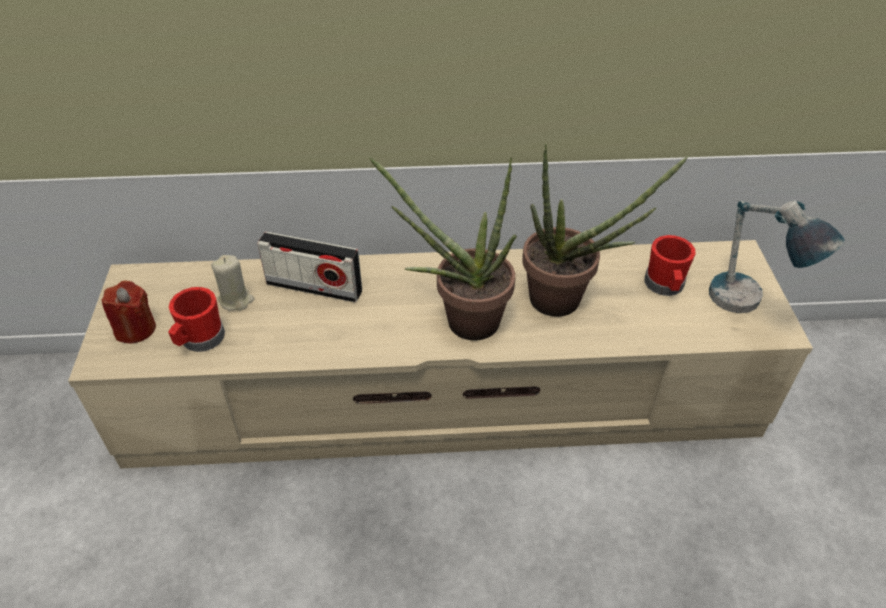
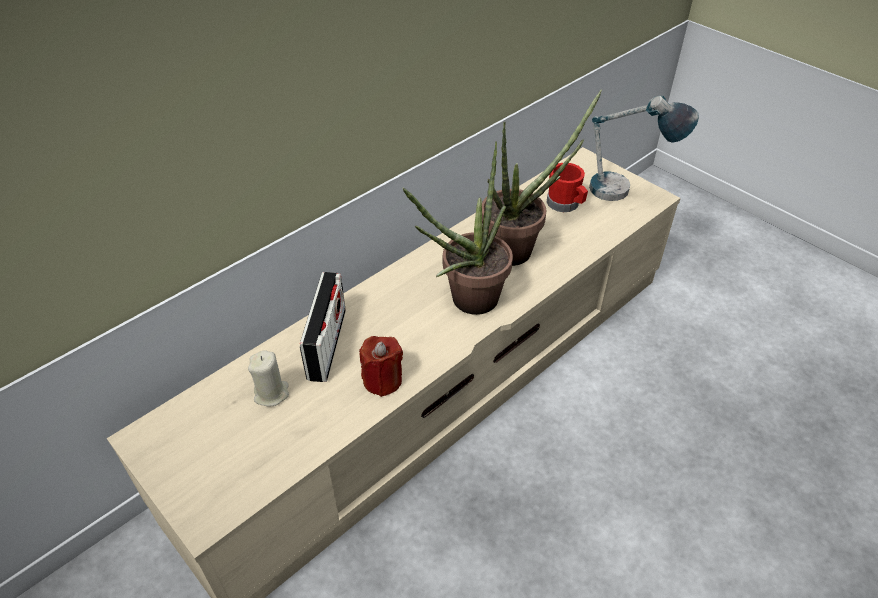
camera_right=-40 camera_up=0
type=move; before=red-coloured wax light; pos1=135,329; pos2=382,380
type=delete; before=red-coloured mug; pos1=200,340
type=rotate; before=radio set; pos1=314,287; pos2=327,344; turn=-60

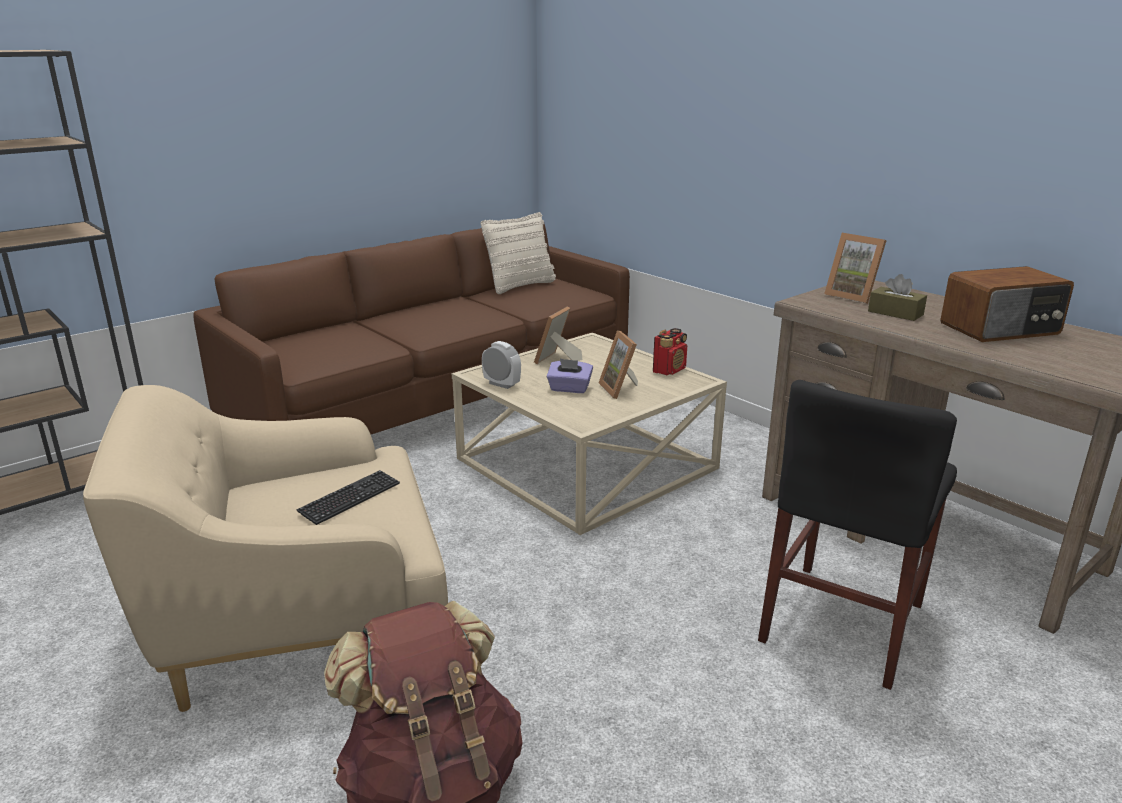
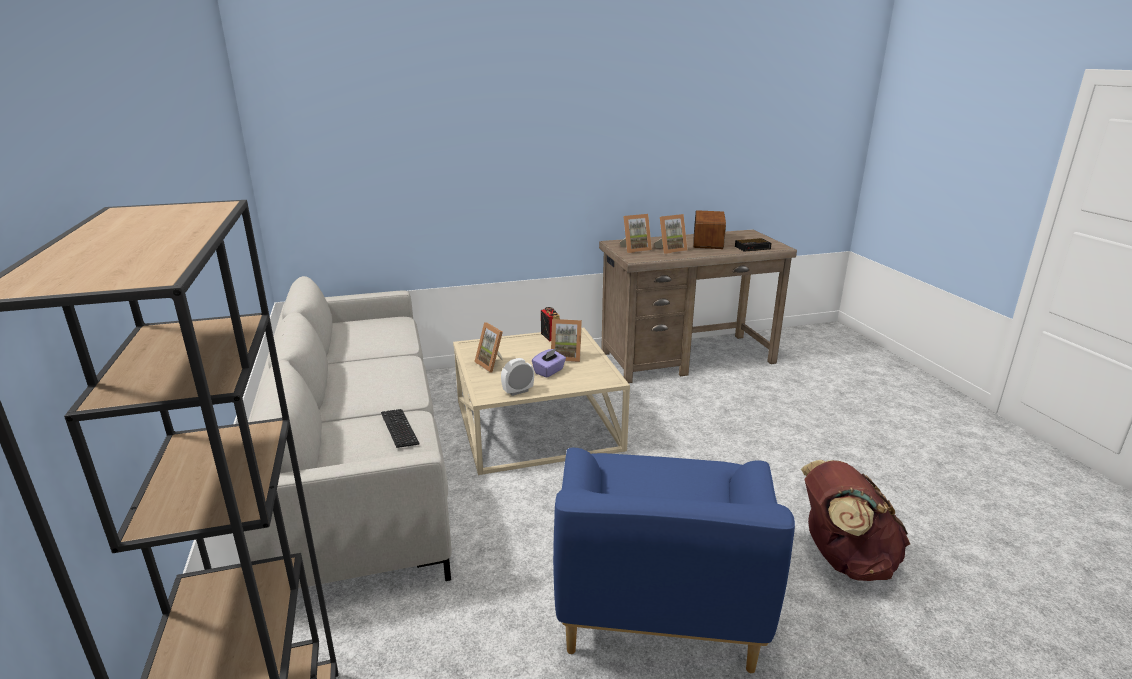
camera_right=-65 camera_up=0
type=recolor; before=beige-coloured armchair; after=blue-coloured armchair; pos1=301,615; pos2=659,592
type=recolor; before=brown sofa; after=gray sofa; pos1=437,402; pos2=361,462
type=move; before=keyboard; pos1=350,499; pos2=399,429
type=delete; before=beige-coloured pillow; pos1=520,286
type=delete; before=black upright chair; pos1=843,622
type=replace; before=brown tissue holder; after=picture frame; pos1=895,313; pos2=670,250
type=insert; after=alarm clock; pos2=753,247

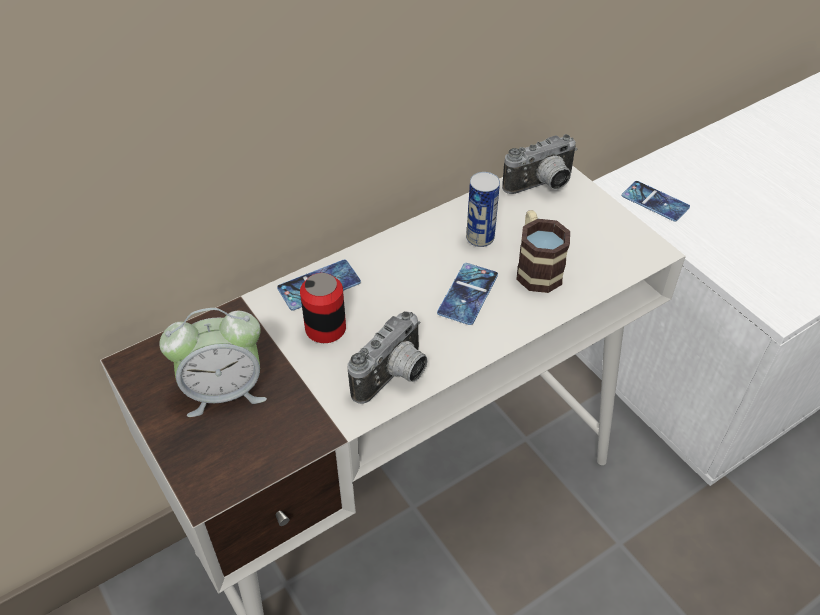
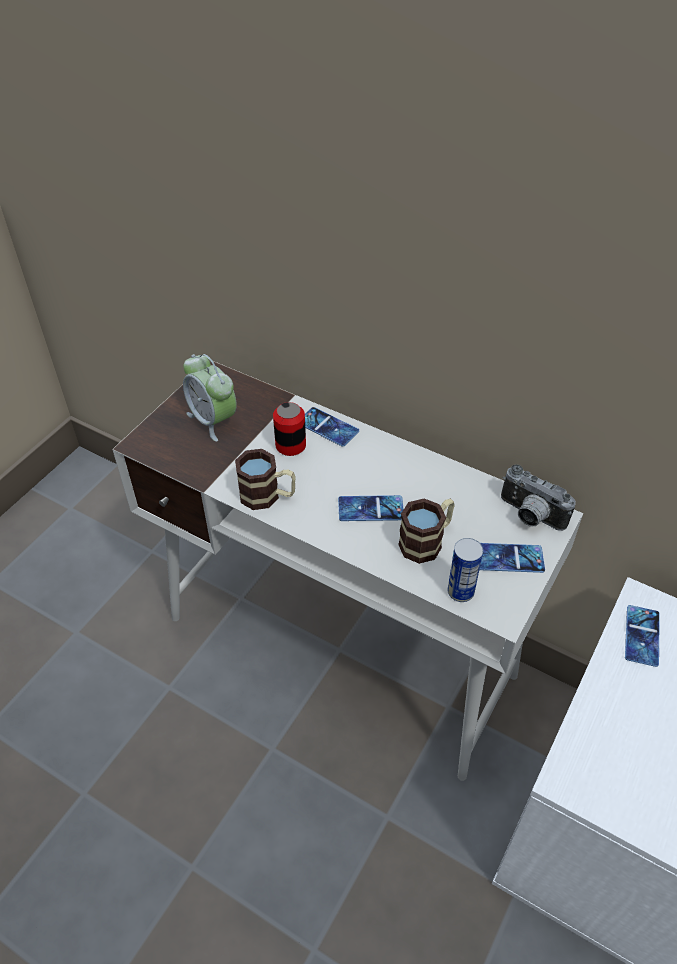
camera_right=65 camera_up=0
type=replace; before=photo camera; after=mug; pos1=394,377; pos2=267,496
type=move; before=sealed can; pos1=480,238; pos2=460,592
type=insert; after=phone; pos2=508,558

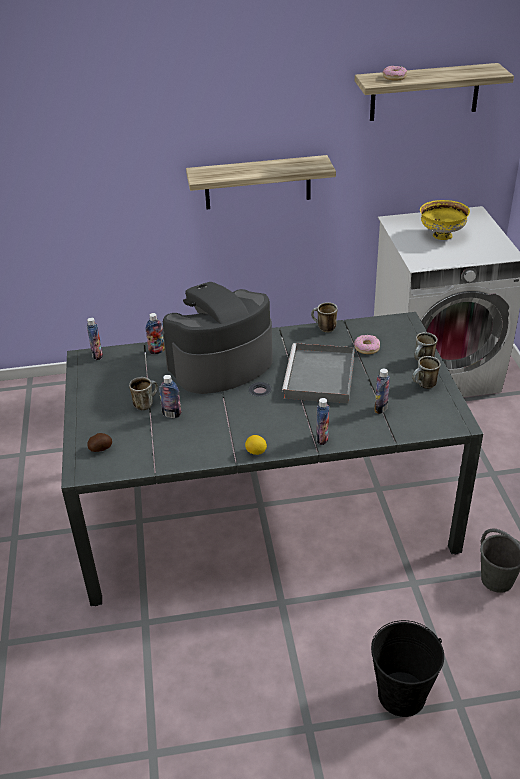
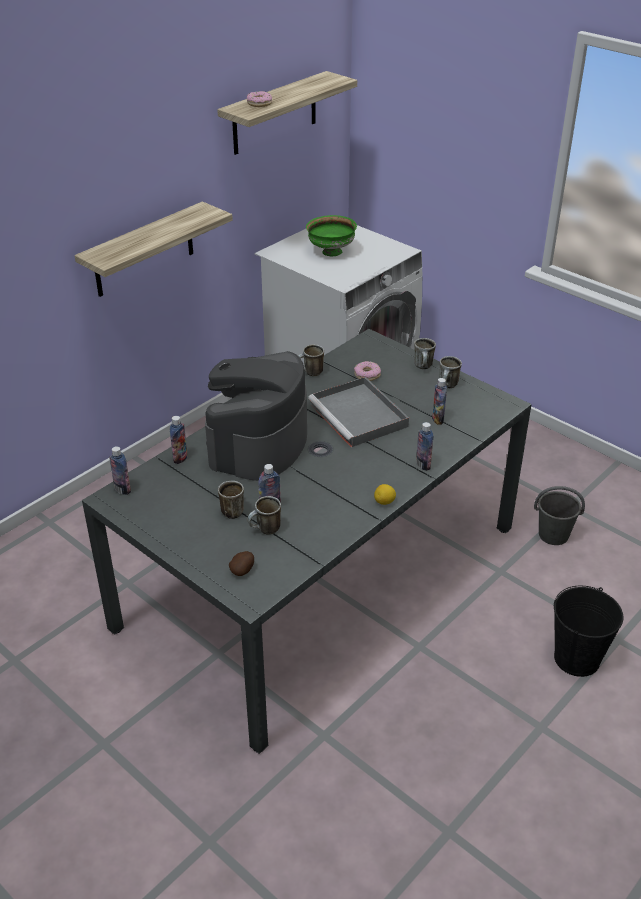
camera_right=-40 camera_up=0
type=recolor; before=yellowish deep dish; after=green-coloured deep dish; pos1=441,235; pos2=331,252
type=insert; after=mug; pos2=265,530

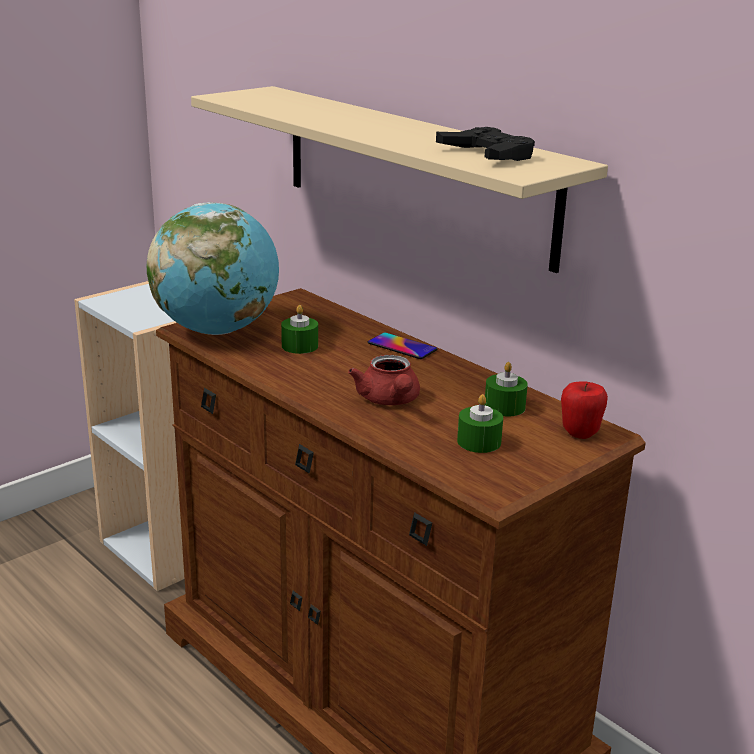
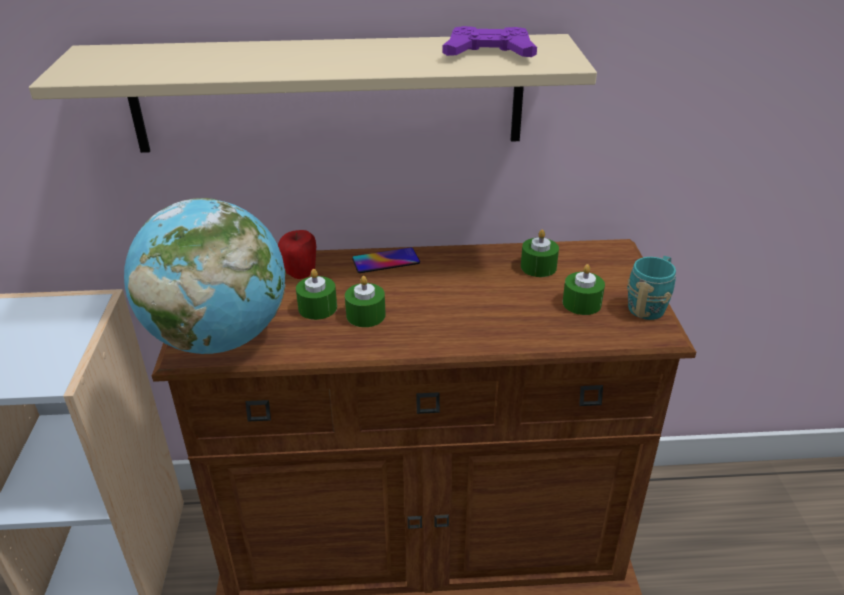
camera_right=-50 camera_up=10
type=delete; before=red-coloured pot for tea; pos1=389,401
type=recolor; before=black game controller; after=purplish game controller; pos1=487,154; pos2=489,53
type=move; before=whole apple; pos1=580,433; pos2=300,274
type=insert; after=green-coloured wax light; pos2=365,315
type=insert; after=blue-green mug; pos2=649,305

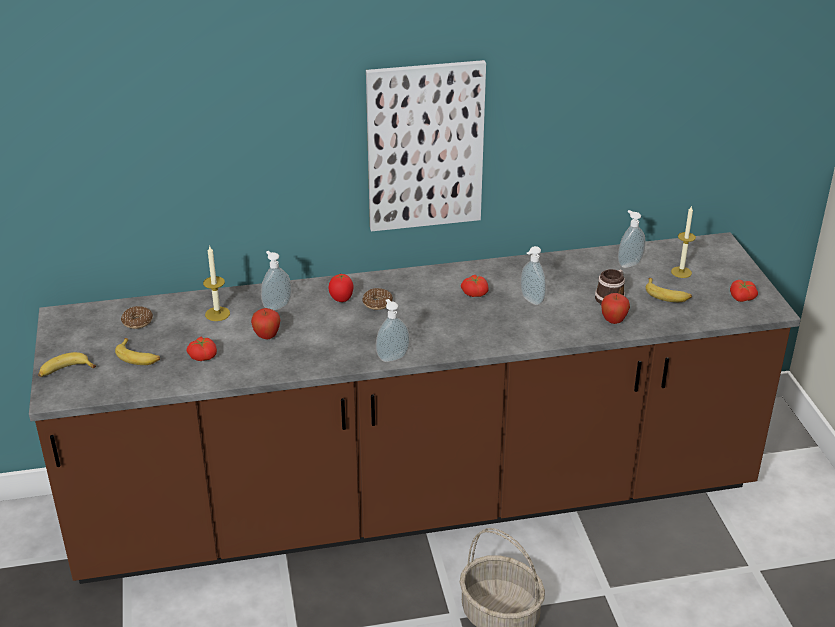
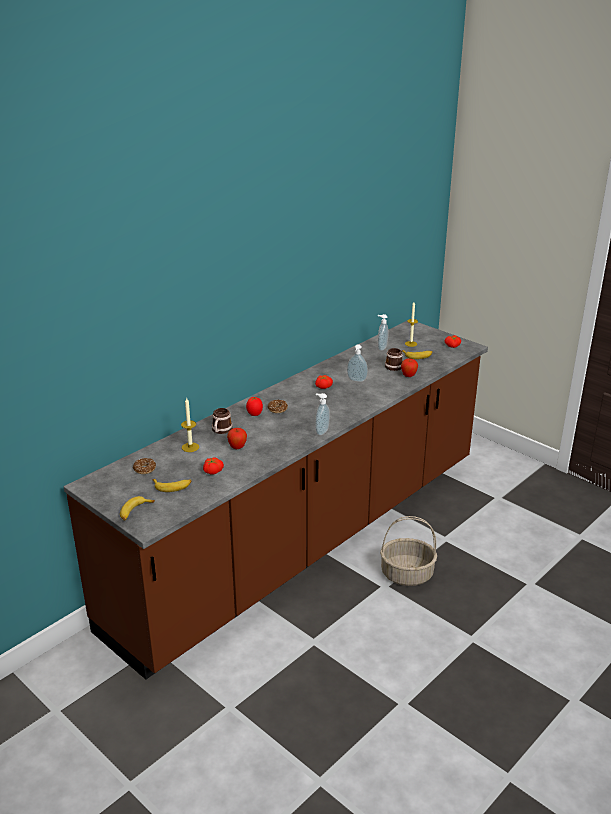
camera_right=-35 camera_up=-5
type=replace; before=soap dispenser; after=mug; pos1=276,306; pos2=221,431
type=delete; before=wall picture; pos1=425,146

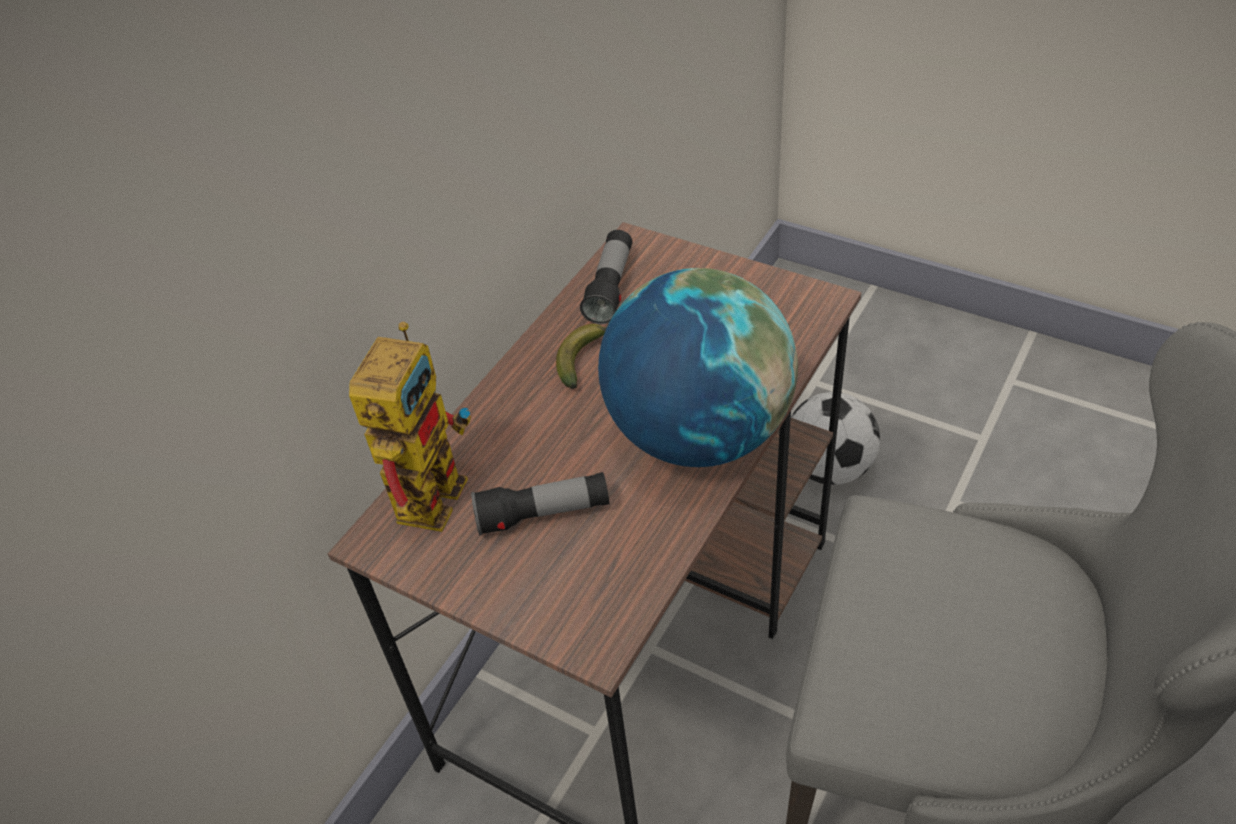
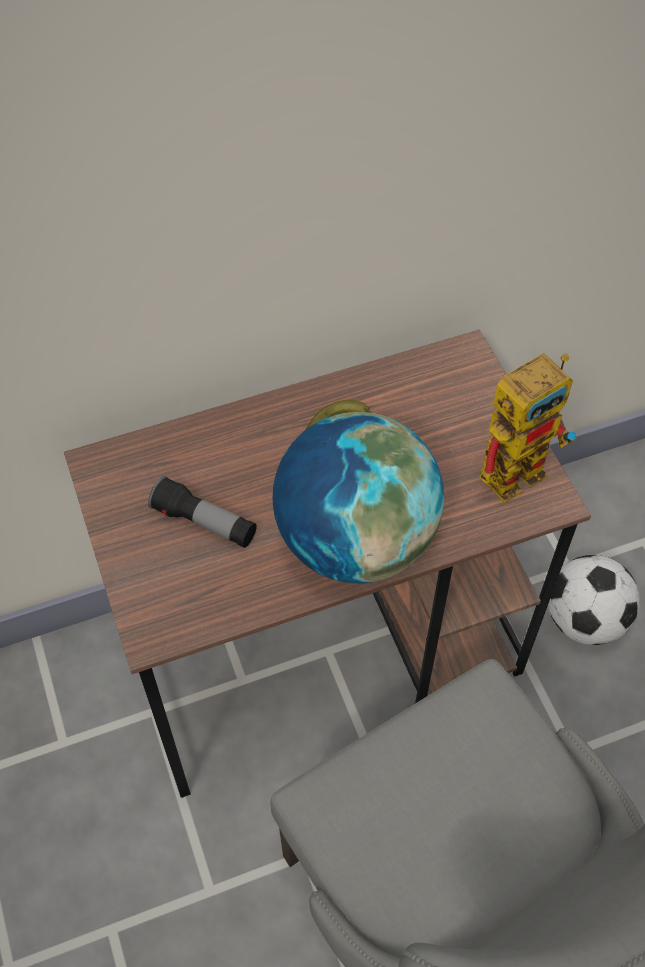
camera_right=35 camera_up=10
type=move; before=robot figure; pos1=431,485; pos2=519,464
type=delete; before=hand torch; pos1=610,288

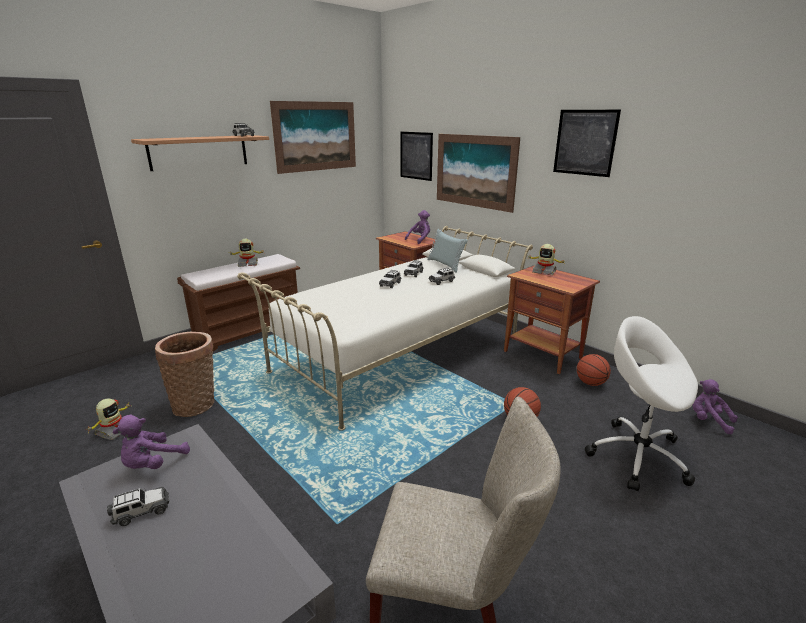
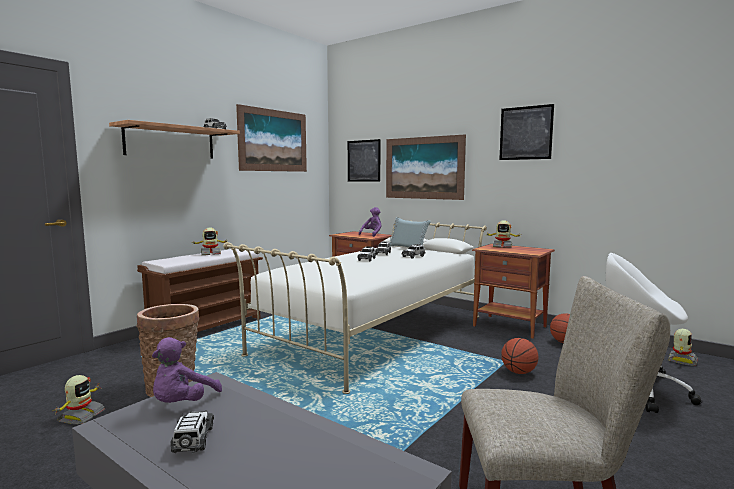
camera_right=-10 camera_up=-15
type=rotate; before=model car; pos1=141,512; pos2=193,441; turn=-60
type=replace; before=purplish cuddly toy; after=robot figure; pos1=708,421; pos2=681,360

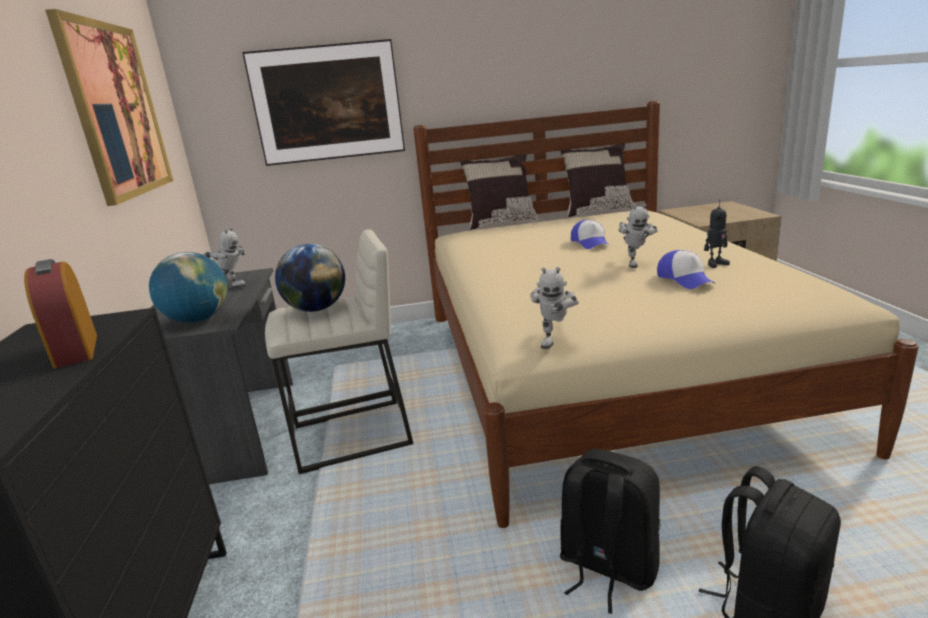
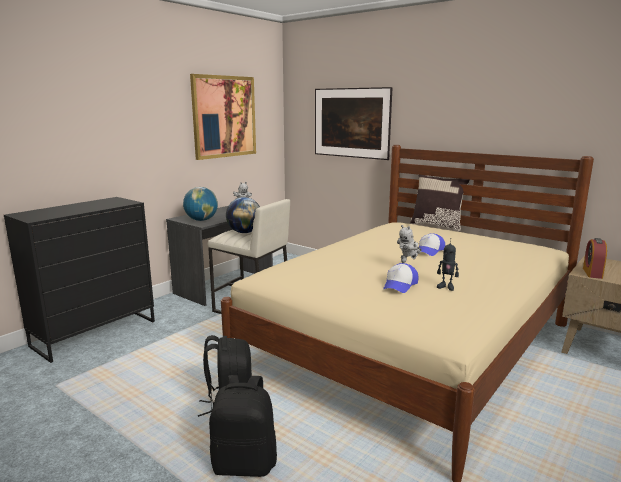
camera_right=45 camera_up=-5
type=move; before=alarm clock; pos1=76,350; pos2=592,273
type=delete; before=robot figure; pos1=554,340
type=delete; before=pillow; pos1=597,211

